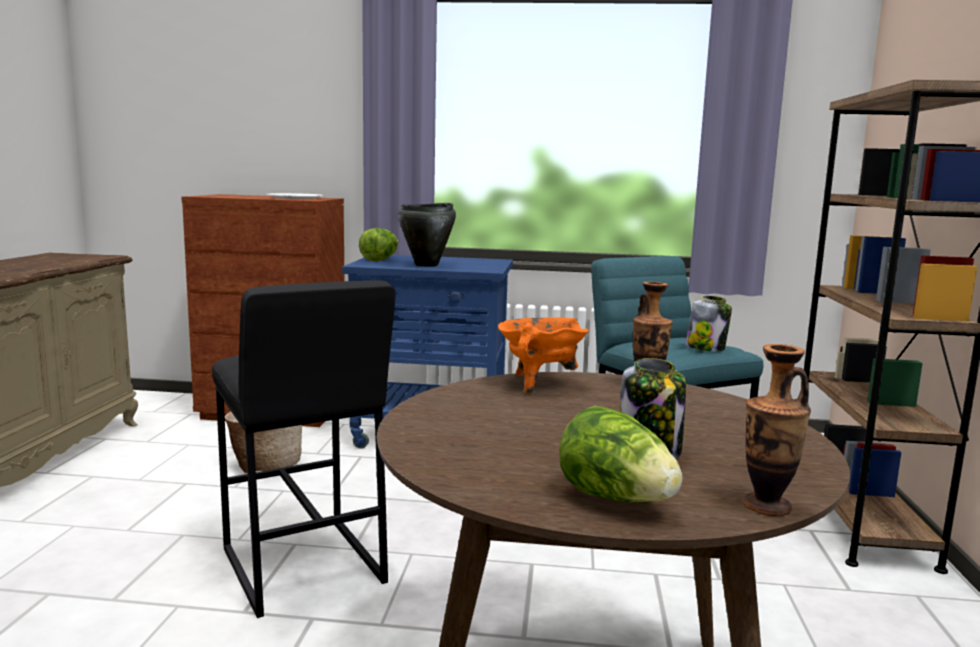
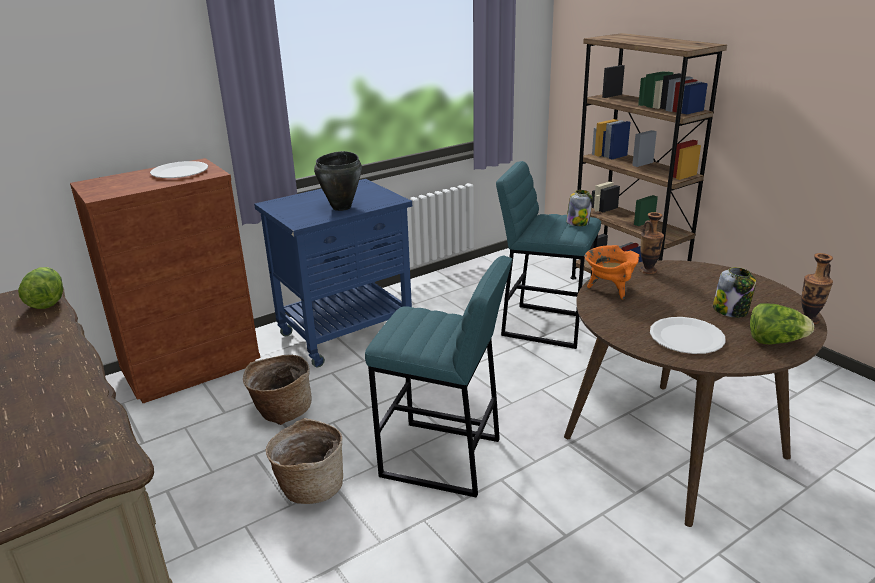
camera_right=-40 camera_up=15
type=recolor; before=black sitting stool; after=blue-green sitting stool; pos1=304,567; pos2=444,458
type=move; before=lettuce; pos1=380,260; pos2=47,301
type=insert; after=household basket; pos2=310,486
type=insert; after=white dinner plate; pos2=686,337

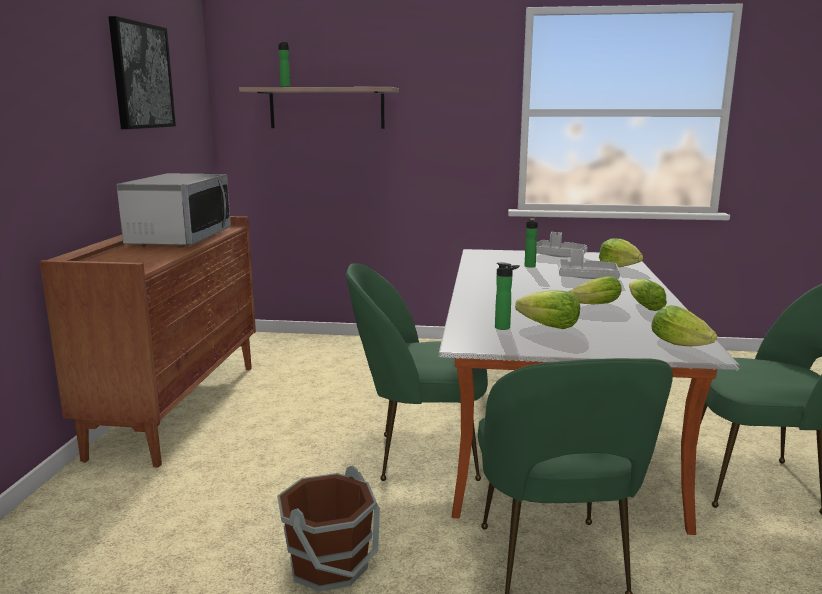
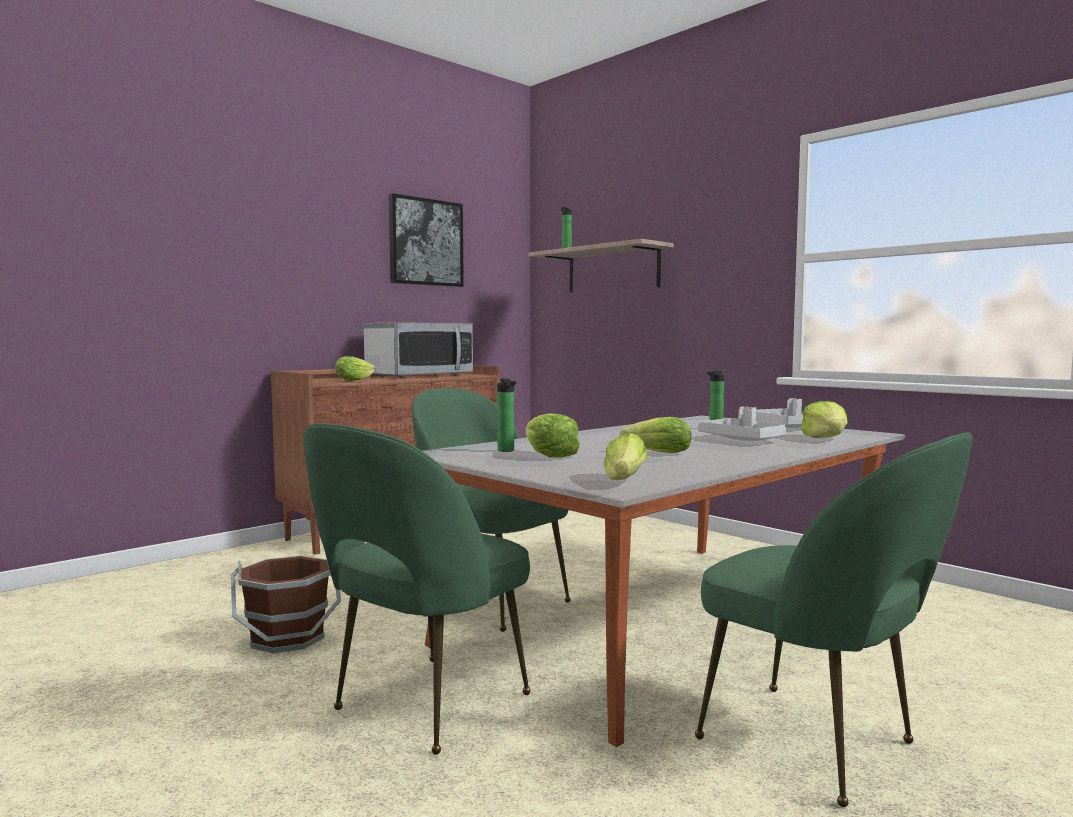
camera_right=40 camera_up=-10
type=move; before=lettuce; pos1=643,306; pos2=356,380

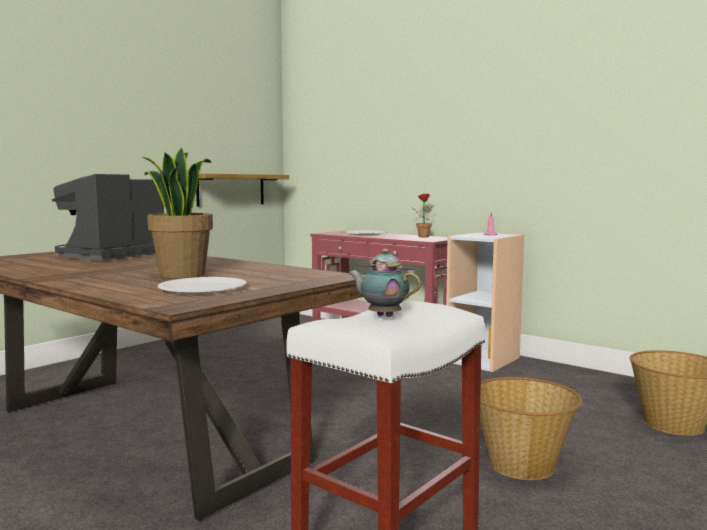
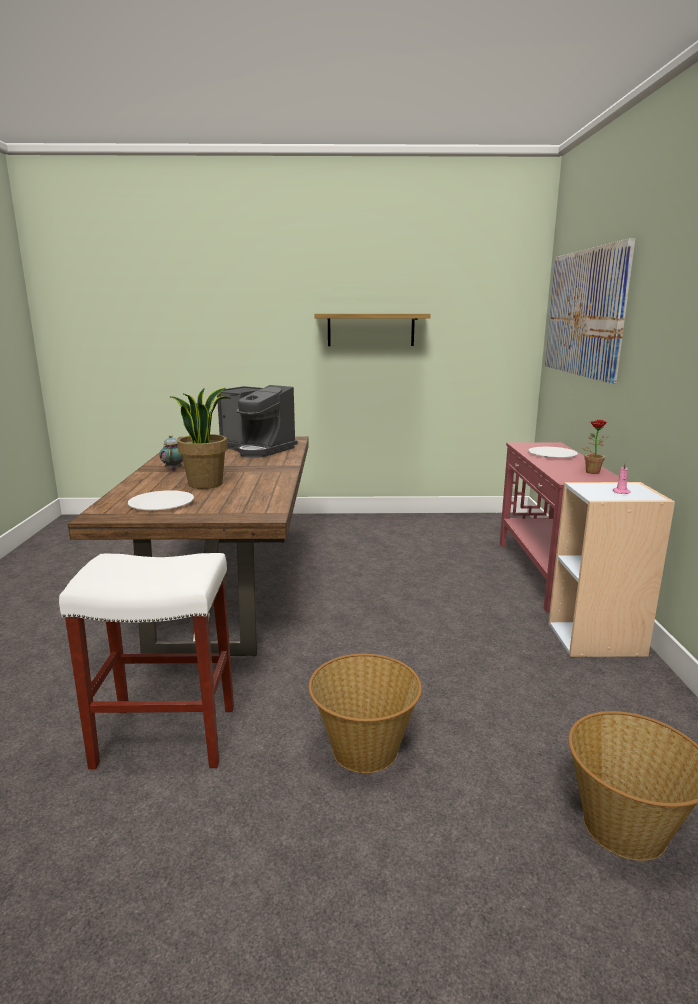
camera_right=50 camera_up=10
type=rotate; before=coffee maker; pos1=112,255; pos2=257,449; turn=-135
type=move; before=bracket shelf; pos1=231,189; pos2=371,329
type=move; before=pot for tea; pos1=382,316; pos2=174,469
type=insert; after=wall picture; pos2=585,313

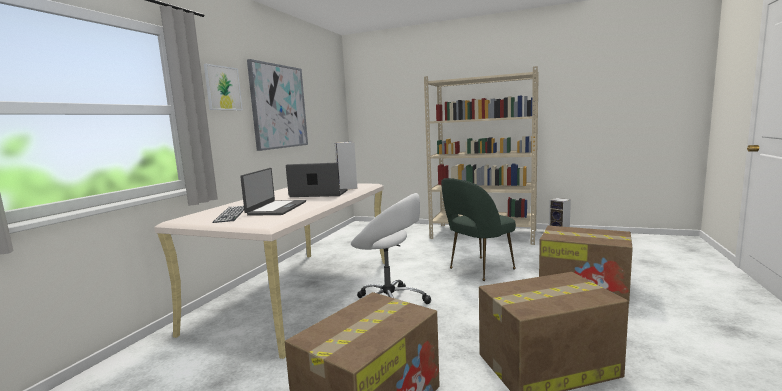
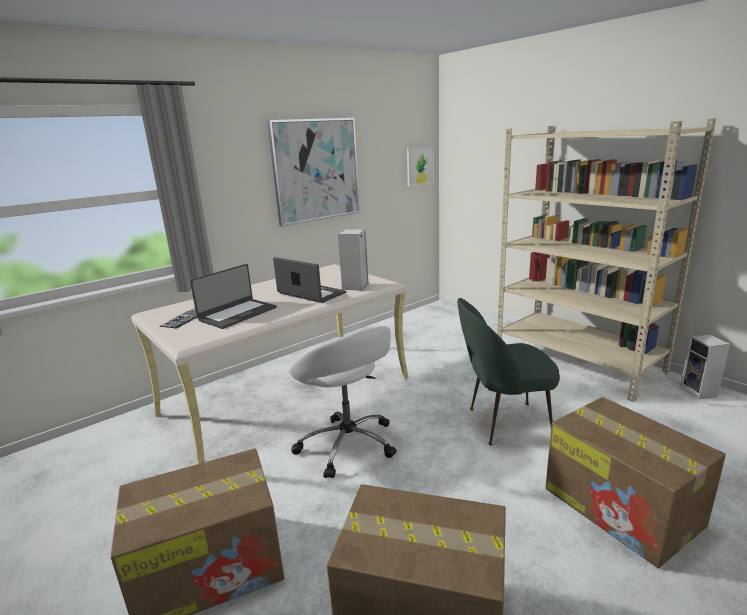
camera_right=30 camera_up=10
type=move; before=wall picture; pos1=223,88; pos2=420,166

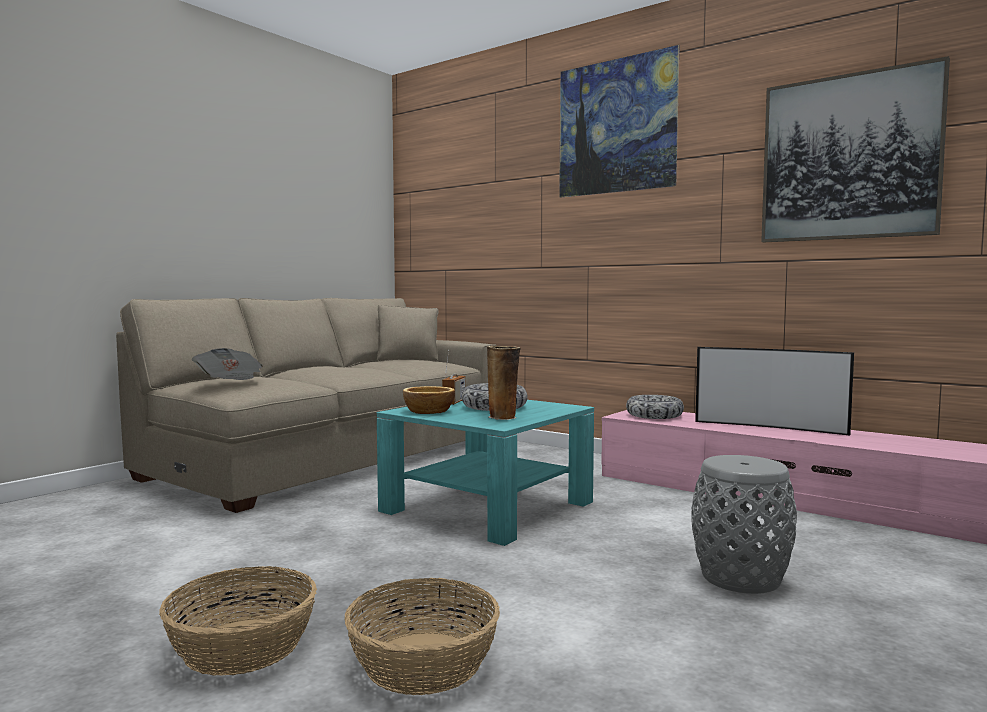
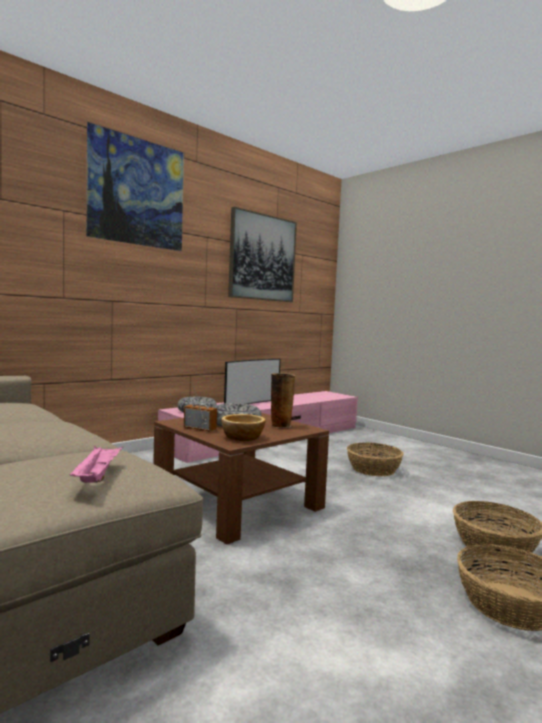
camera_right=-80 camera_up=0
type=replace; before=daily paper; after=pink carrying tray; pos1=230,383; pos2=97,476
type=recolor; before=blue-green coffee table; after=brown coffee table; pos1=487,507; pos2=238,503
type=replace; before=gray sitting stool; after=household basket; pos1=740,578; pos2=373,469

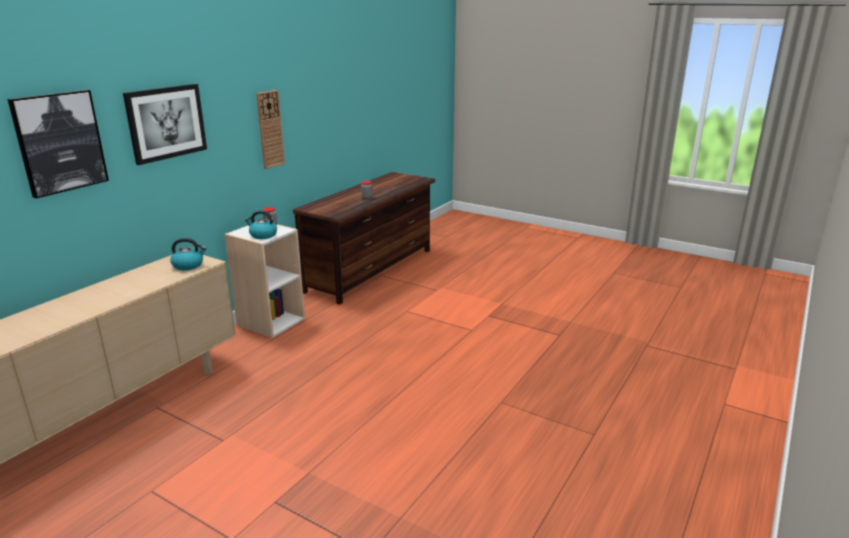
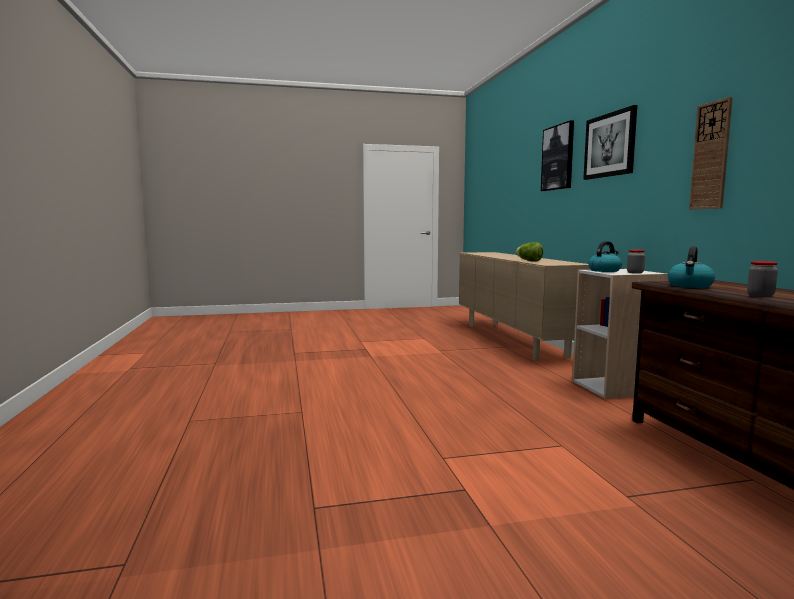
camera_right=135 camera_up=-15
type=move; before=tea kettle; pos1=188,265; pos2=690,286
type=insert; after=lettuce; pos2=529,261

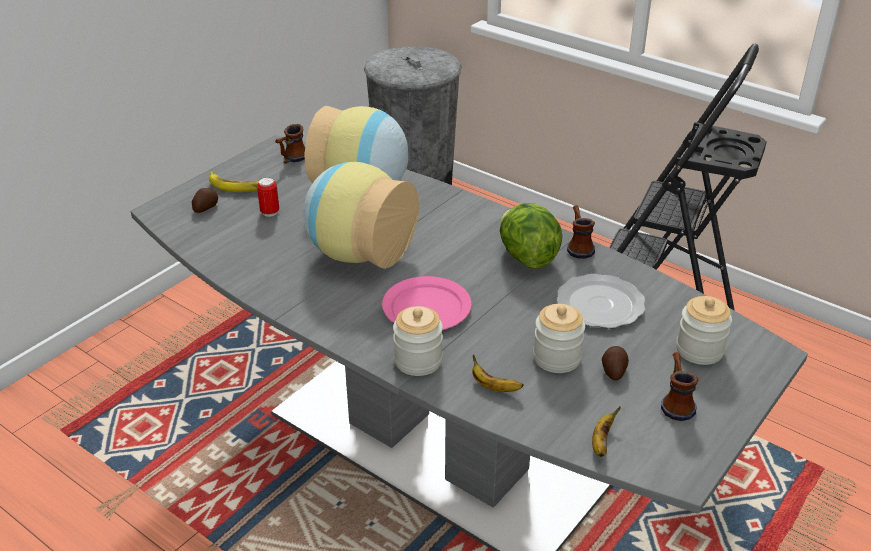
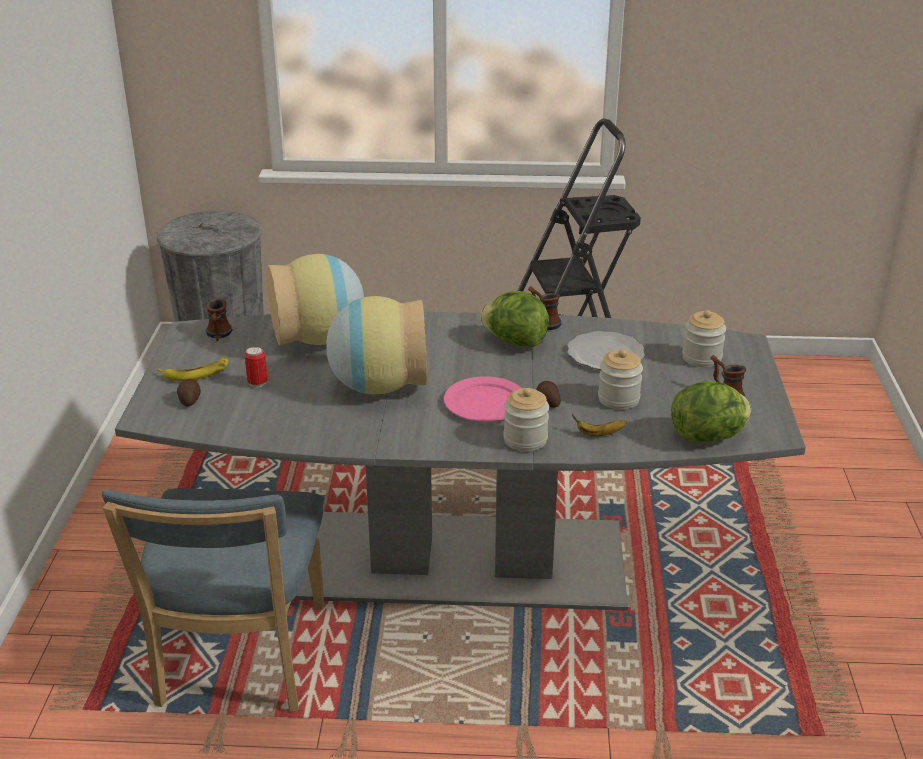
camera_right=-35 camera_up=-5
type=replace; before=banana; after=lettuce; pos1=601,442; pos2=708,437
type=move; before=potato; pos1=613,370; pos2=547,402
type=insert; after=blue-coloured upright chair; pos2=239,661

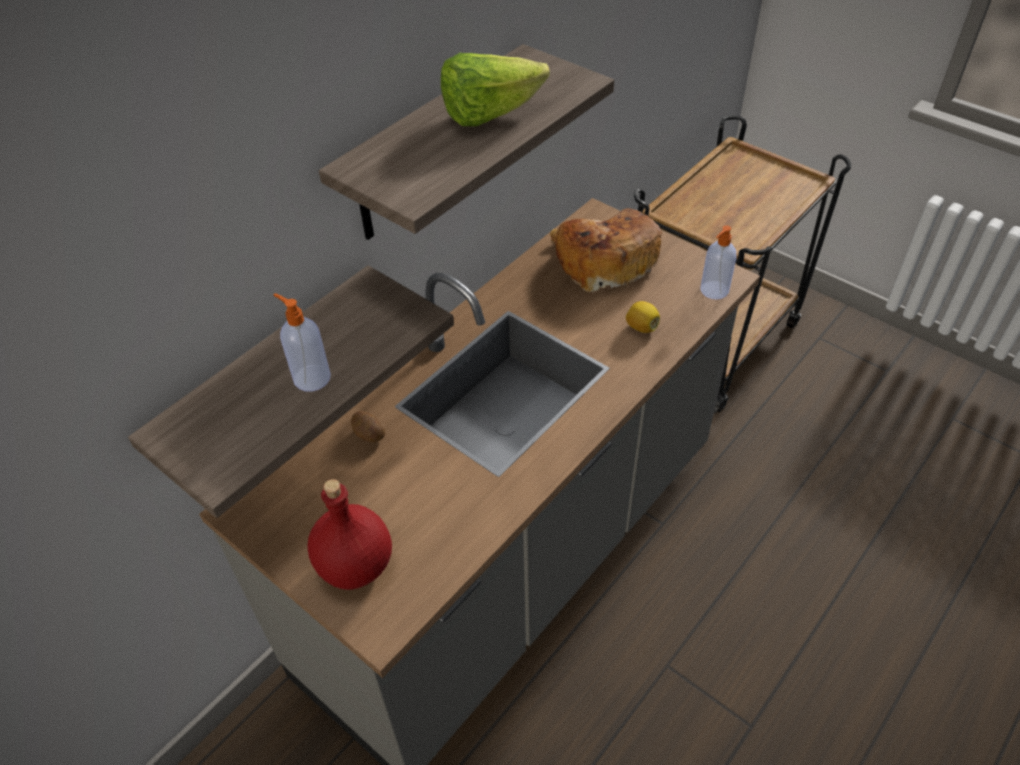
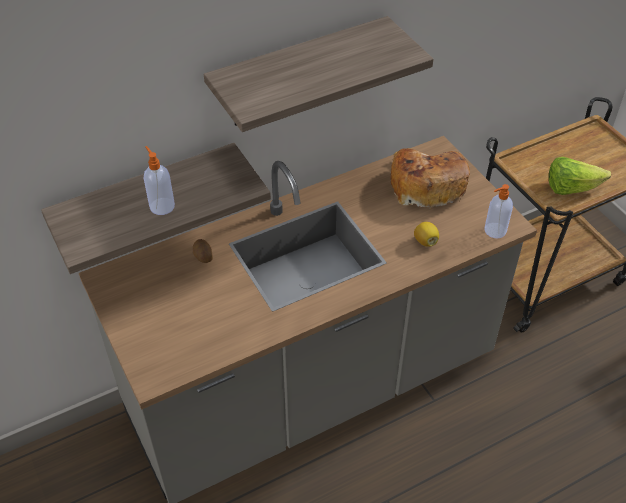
camera_right=20 camera_up=0
type=delete; before=red-coloured drink bottle; pos1=355,564
type=move; before=lettuce; pos1=489,114; pos2=571,188

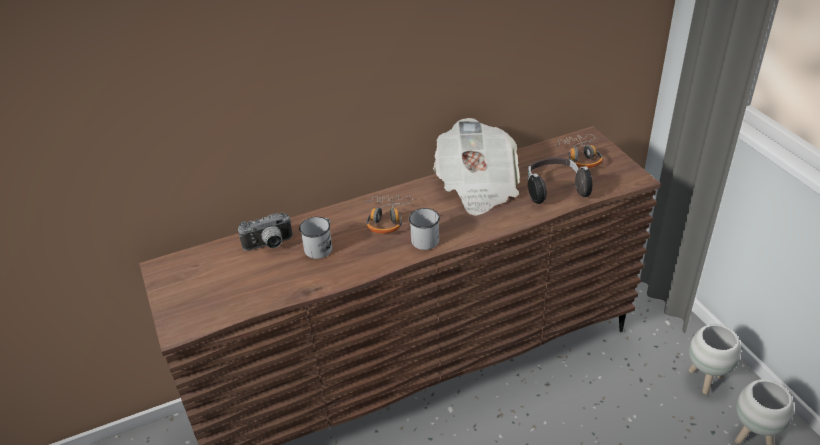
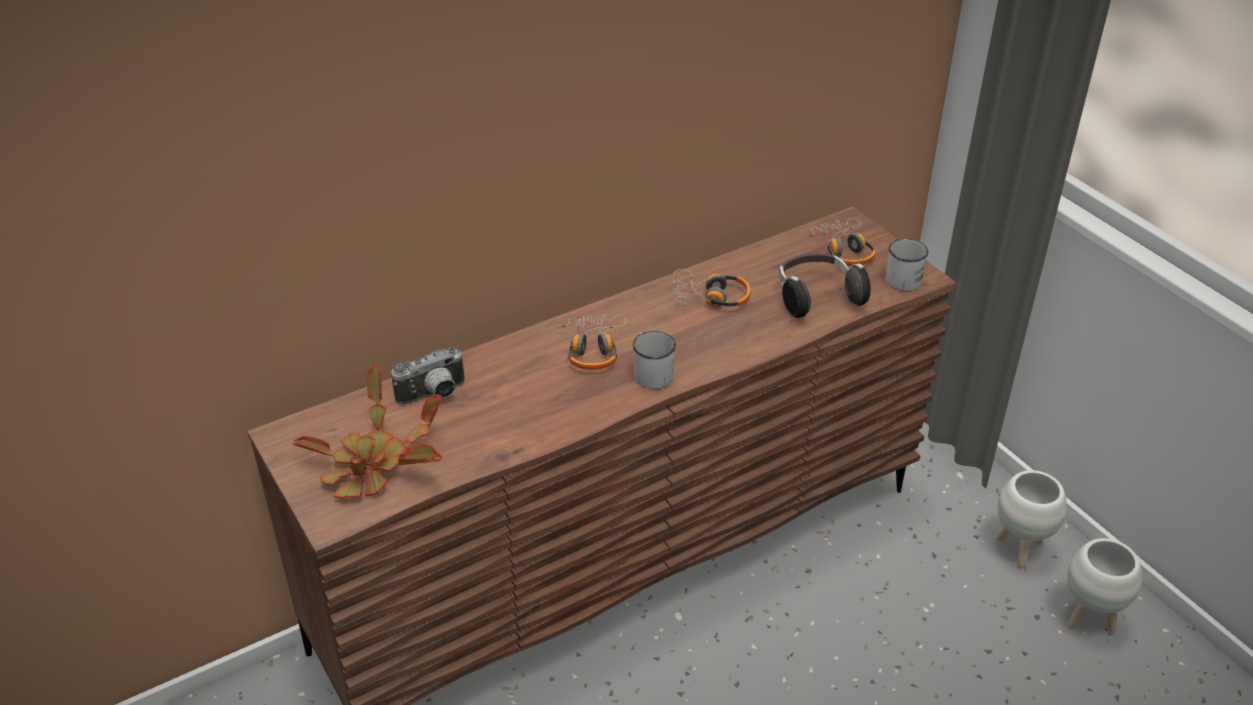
camera_right=-10 camera_up=0
type=move; before=white mug; pos1=321,246; pos2=903,277
type=replace; before=daily paper; after=pair of headphones; pos1=477,186; pos2=710,298
type=insert; after=houseplant; pos2=374,465

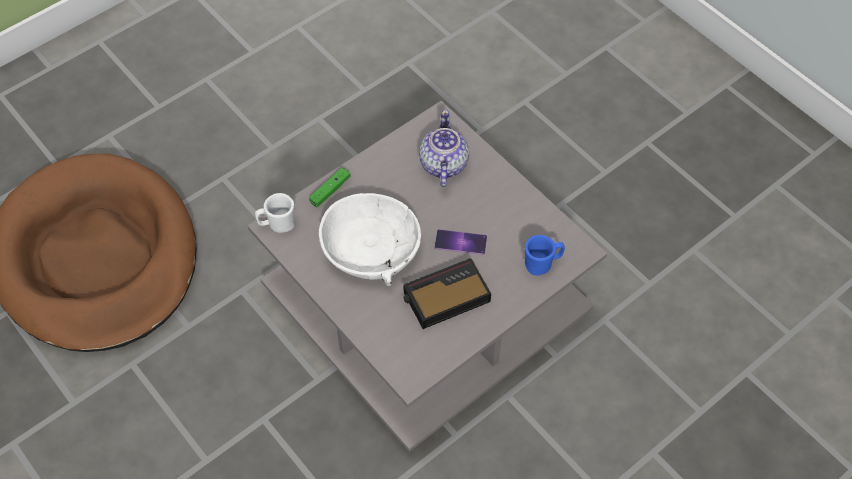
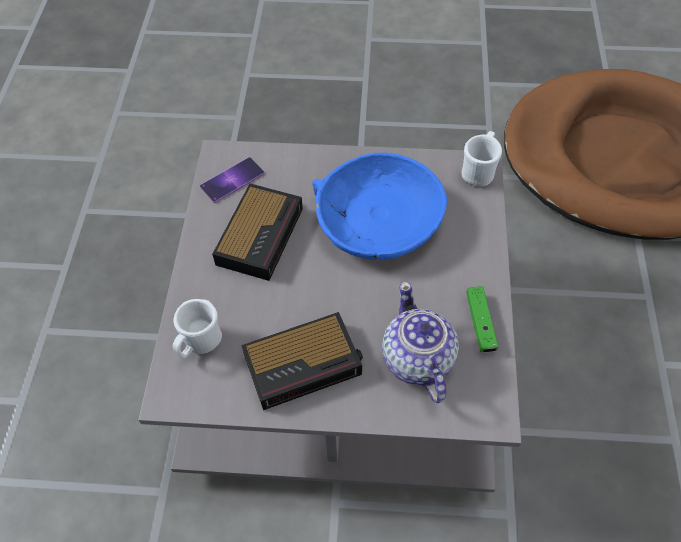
camera_right=135 camera_up=0
type=move; before=green-coloured game controller; pos1=330,191; pos2=480,323
type=recolor; before=white deep dish; after=blue-coloured deep dish; pos1=371,247; pos2=378,221
type=rotate; before=pot for tea; pos1=443,165; pos2=417,360; turn=-150
type=move; before=phone; pos1=460,242; pos2=232,180
type=recolor; before=blue-coloured mug; after=white mug; pos1=542,264; pos2=199,344
type=insert; after=alarm clock; pos2=305,364

